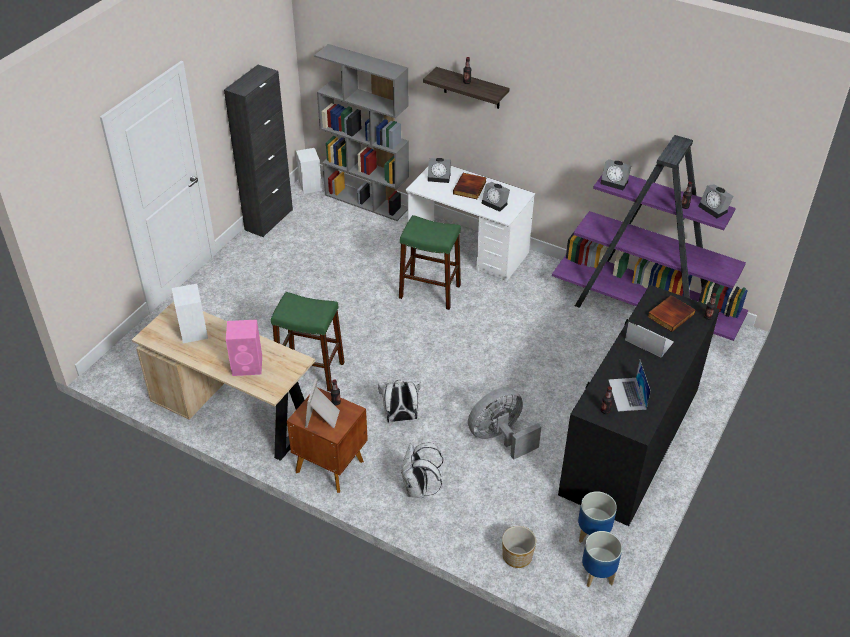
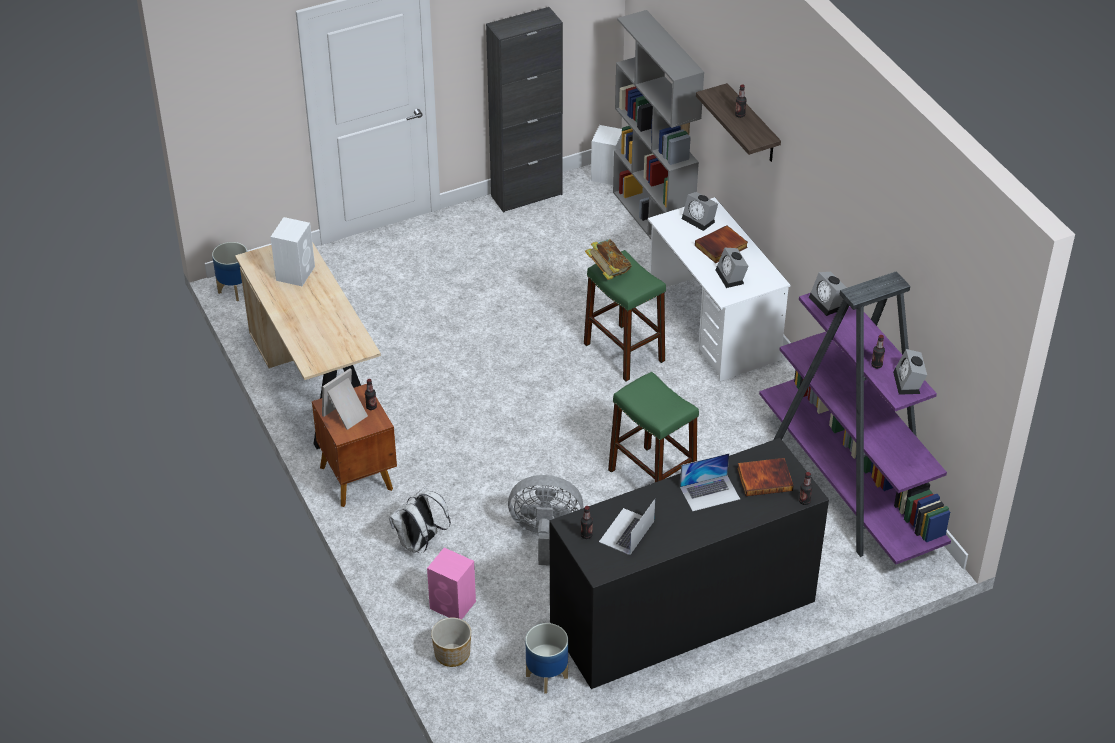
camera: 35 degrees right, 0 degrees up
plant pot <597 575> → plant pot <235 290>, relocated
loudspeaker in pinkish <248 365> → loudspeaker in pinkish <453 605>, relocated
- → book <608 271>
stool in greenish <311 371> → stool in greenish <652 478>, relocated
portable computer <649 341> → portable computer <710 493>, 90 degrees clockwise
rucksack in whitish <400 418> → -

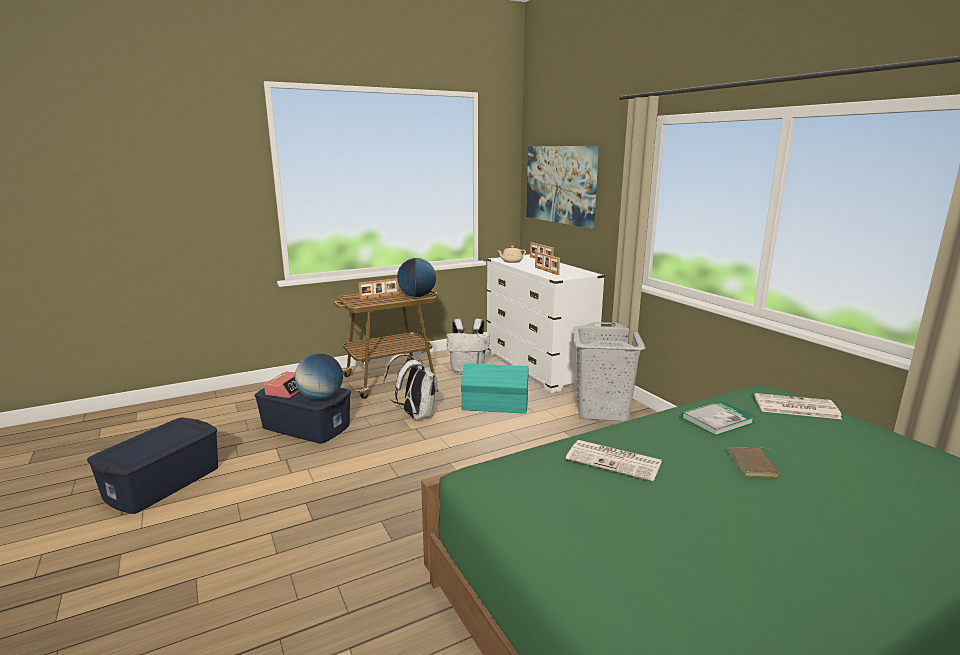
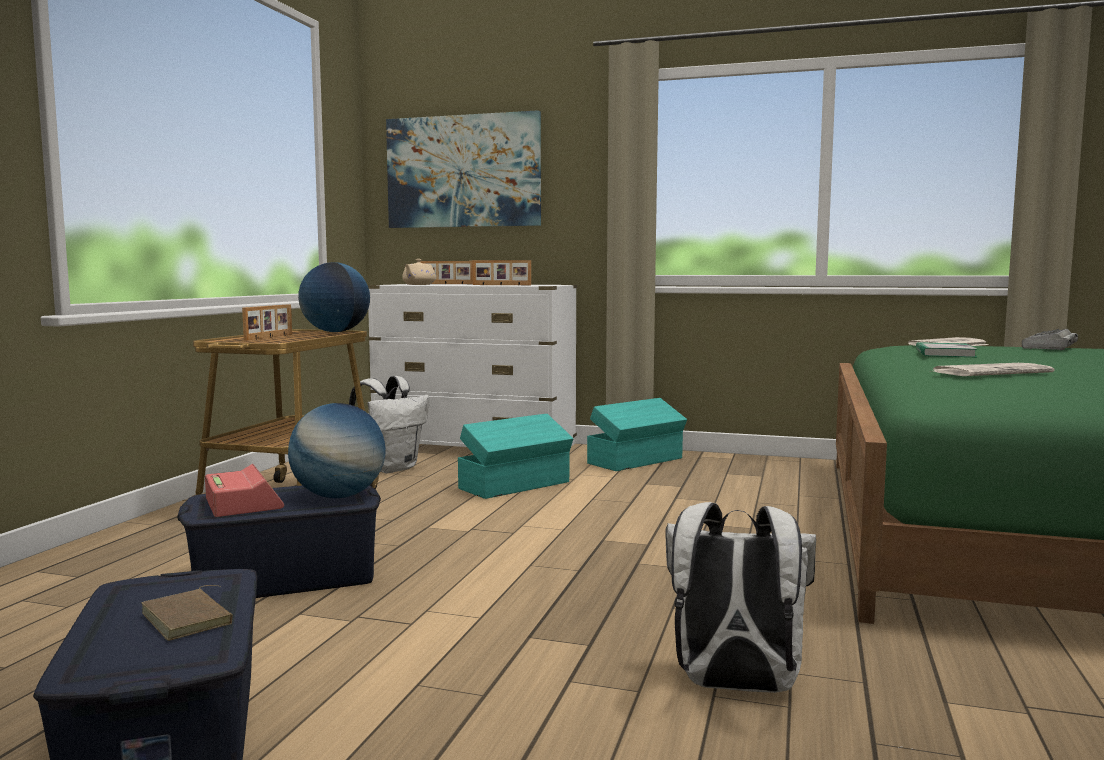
camera: 45 degrees left, 10 degrees down
book in brown <754 465> → book in brown <190 618>, relocated
washing basket in gray <602 410> → storage bin in turquoise-coloured <637 461>
rucksack in whitish <415 416> → rucksack in whitish <734 687>, relocated
- → PC keyboard <1050 347>

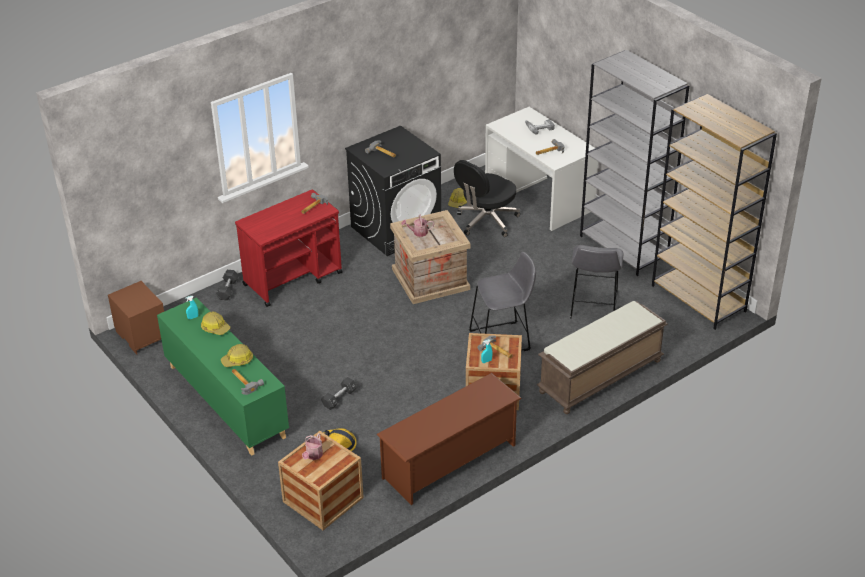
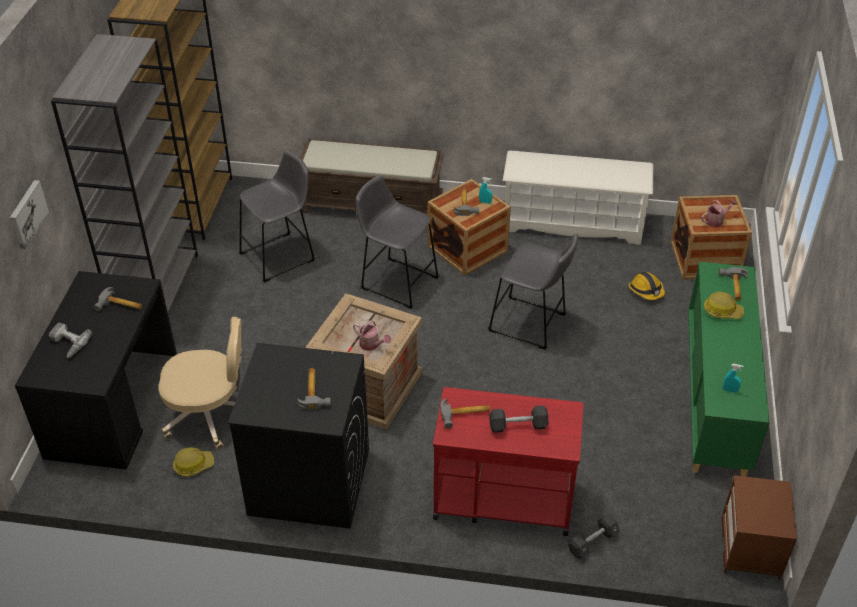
camera: 135 degrees left, 5 degrees up
- → wall picture <27 214>
desk table in whitish <539 196> → desk table in blackish <112 404>
computer chair in blackish <486 221> → computer chair in beige-coloured <210 415>
- → stool in gray <531 324>
hand weight in blackish <339 398> → hand weight in blackish <518 426>, relocated
shoe rack in brown <450 461> → shoe rack in whitish <573 223>
hard hat <215 328> → -

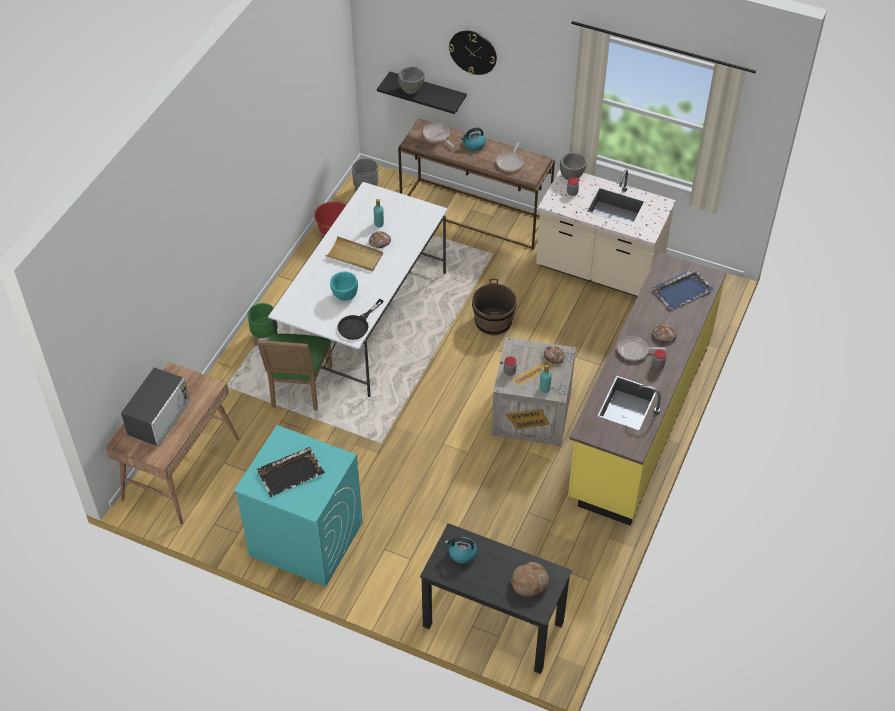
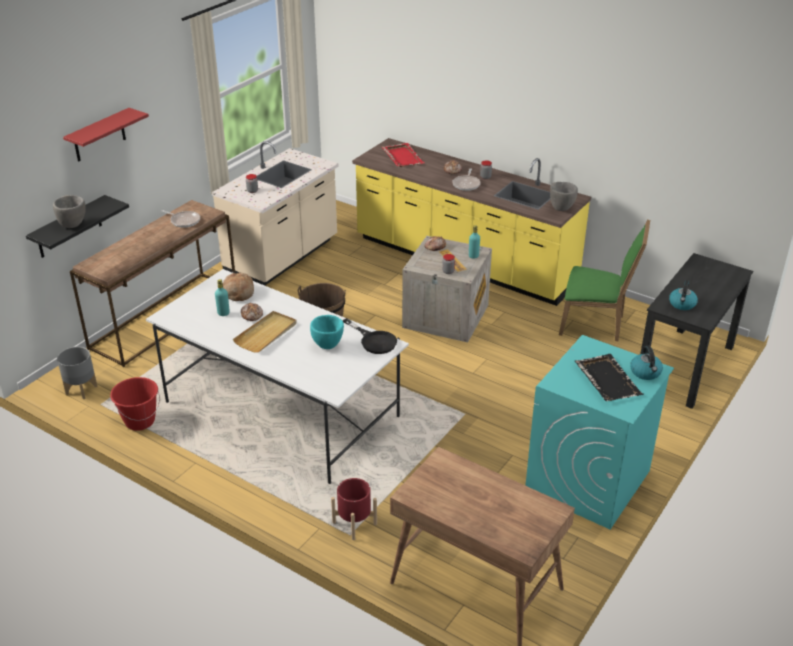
camera: 80 degrees left, 15 degrees down
hanging clock <473 52> → bracket shelf in red-coloured <99 135>
bakery bread <530 582> → bakery bread <238 292>, relocated
- → plant pot in red-coloured <354 523>
serving tray in bluish <682 290> → serving tray in red-coloured <402 156>
serving bowl in gray <572 177> → serving bowl in gray <561 208>, relocated
chair in greenish <298 390> → chair in greenish <595 324>, relocated
kettle <473 145> → kettle <645 372>, relocated
microwave <159 418> → -
plant pot in greenish <265 338> → -
frying pan <437 136> → -

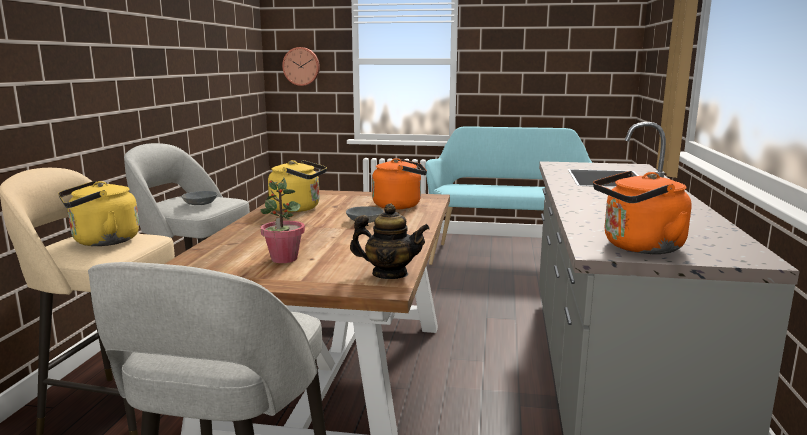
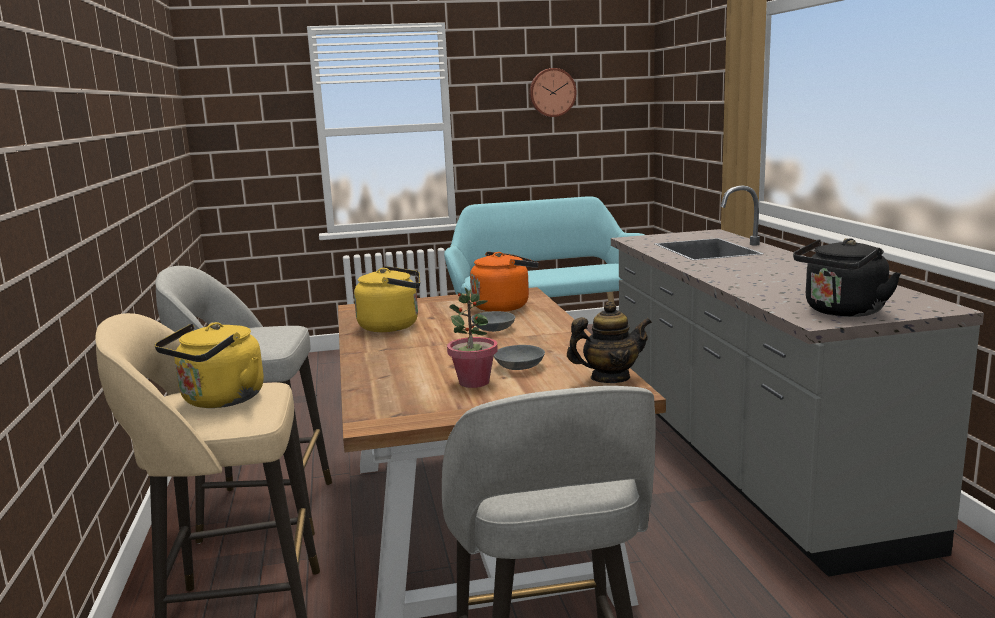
camera: 20 degrees left, 0 degrees up
serving bowl in gray <200 203> → serving bowl in gray <518 366>, relocated
hanging clock <301 66> → hanging clock <552 92>, relocated
kettle in orange <638 247> → kettle in blackish <842 312>

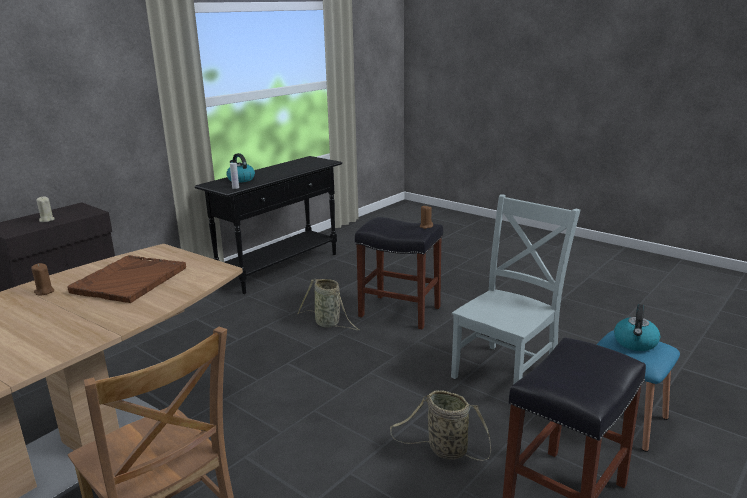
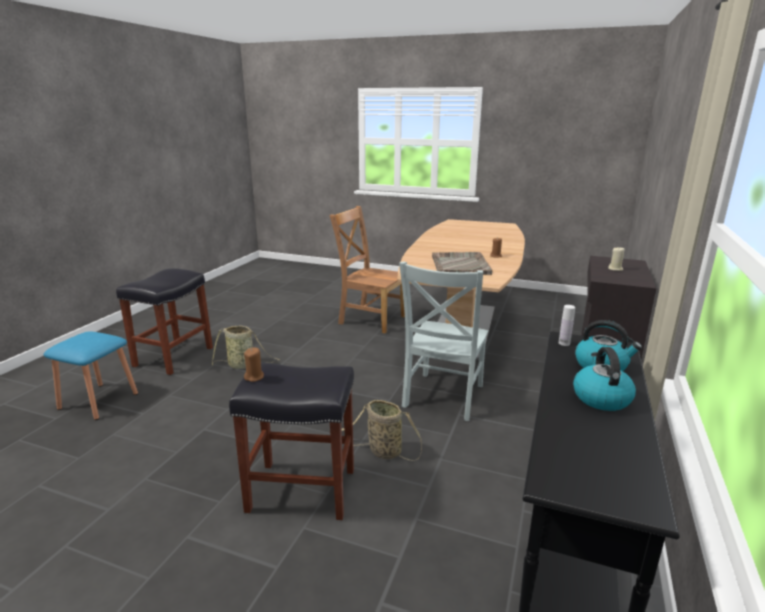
camera: 160 degrees right, 0 degrees up
chair in gray <507 371> → chair in gray <442 397>, relocated
serving tray in brown <129 280> → serving tray in gray <460 265>
kettle <635 343> → kettle <600 397>, relocated

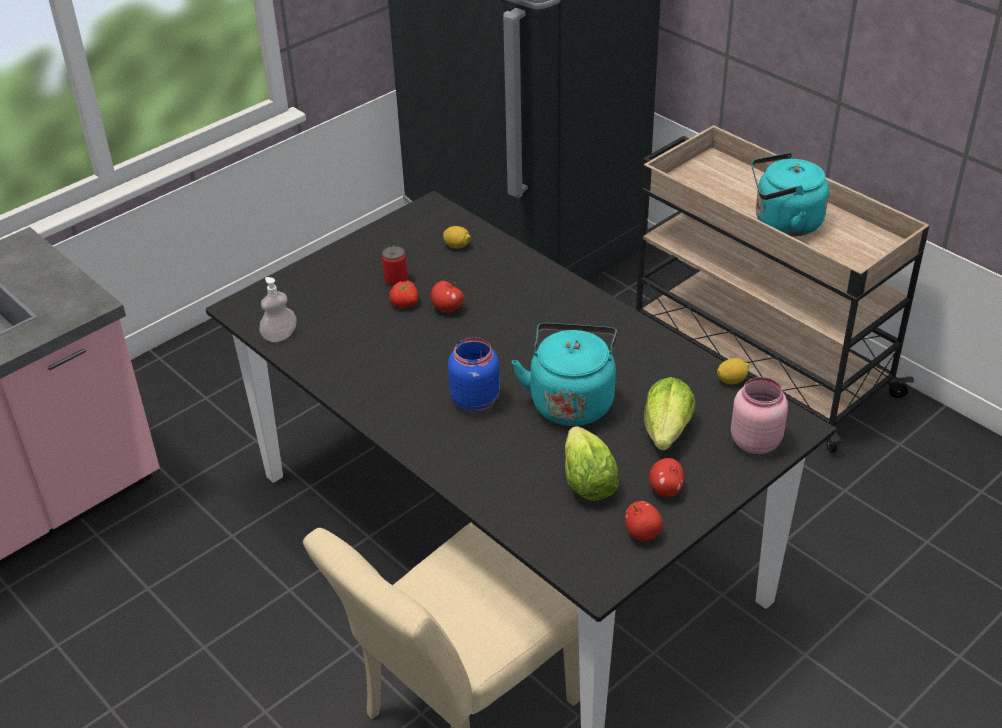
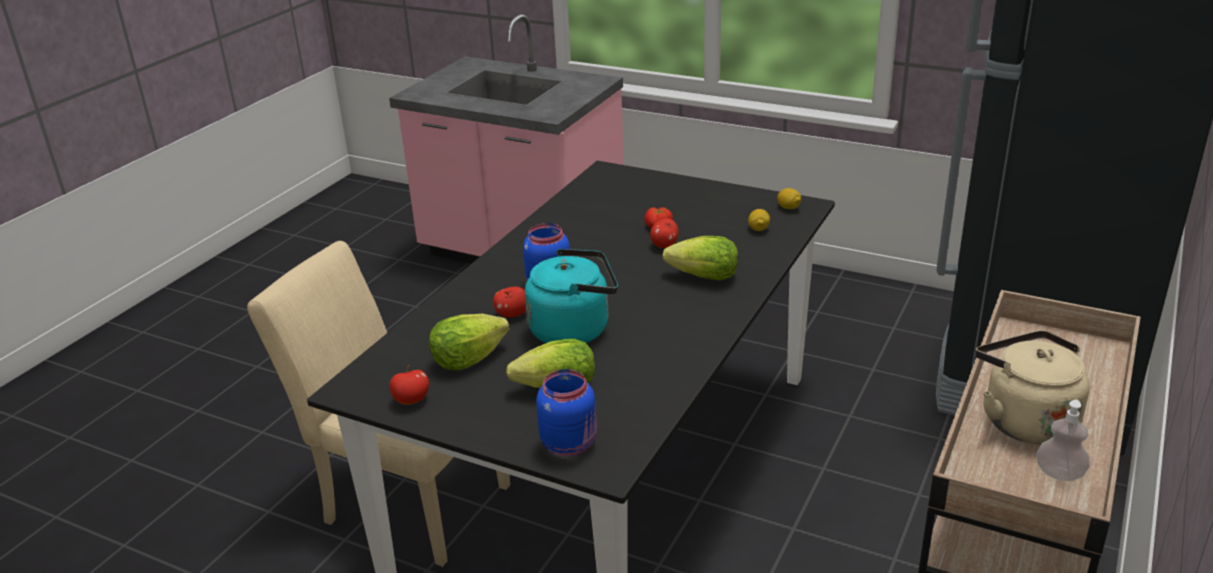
camera: 70 degrees right, 10 degrees down
apple <665 490> → apple <512 314>, relocated
preserve jar in pinkish <755 440> → preserve jar in bluish <570 443>
- → lettuce <704 277>
citrus fruit <732 380> → citrus fruit <788 207>, relocated
kettle in turquoise-coloured <783 223> → kettle in beige-coloured <1024 420>
liquid soap bottle <280 335> → liquid soap bottle <1059 473>, relocated
metal can <396 280> → -

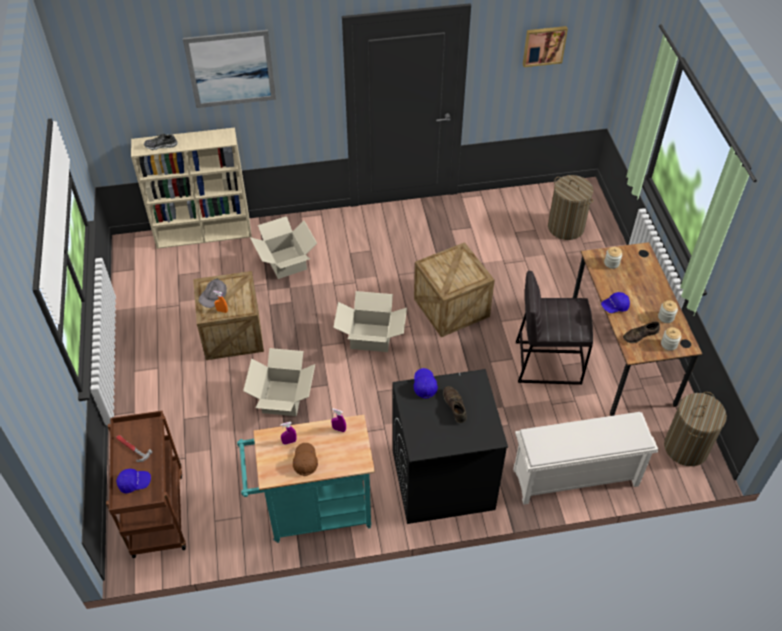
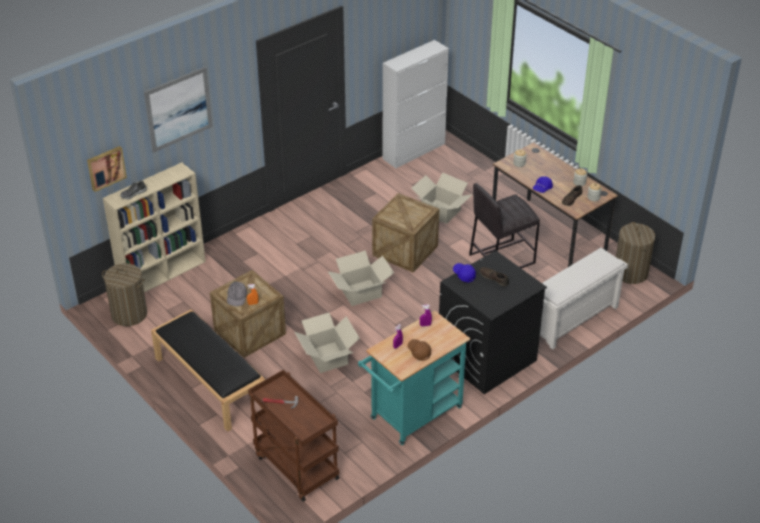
camera: 30 degrees left, 10 degrees down
wall picture <544 45> → wall picture <106 168>, relocated
washing basket <566 227> → washing basket <129 314>, relocated
- → bench in blackish <209 382>
- → cupboard in whitish <414 151>
carton <286 262> → carton <441 211>, relocated
baseball cap in bluish <134 483> → -

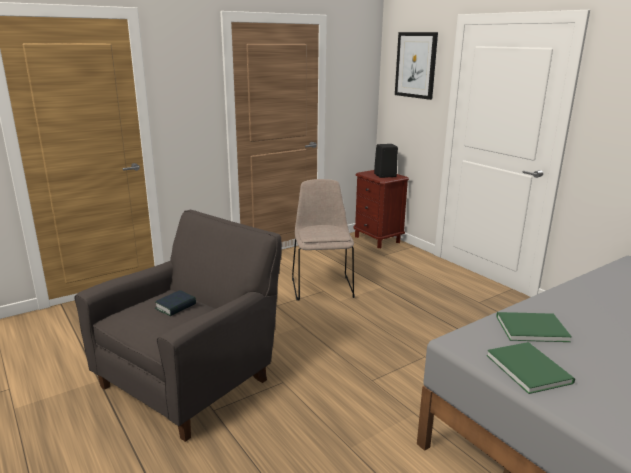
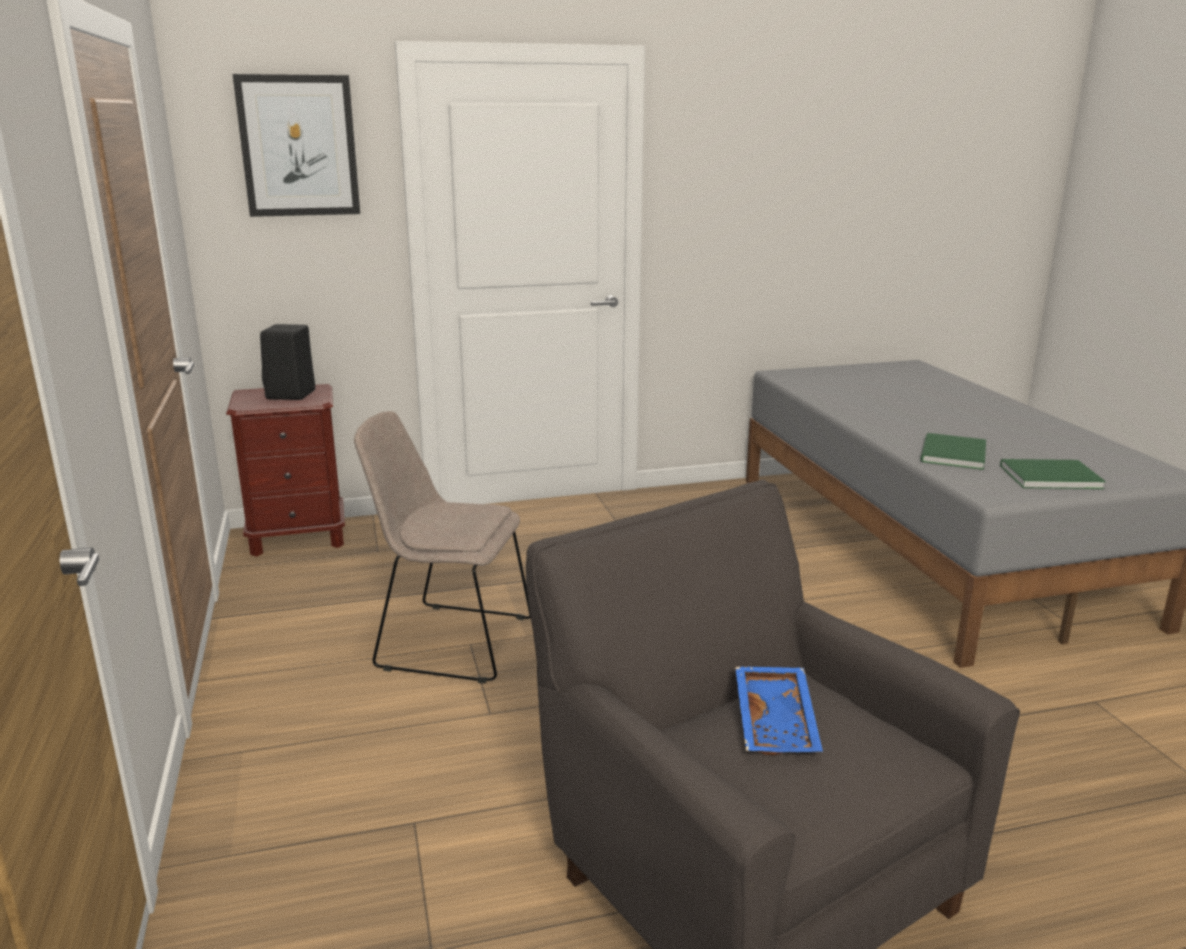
camera: 70 degrees left, 0 degrees up
book <176 306> → serving tray in bluish <777 722>

